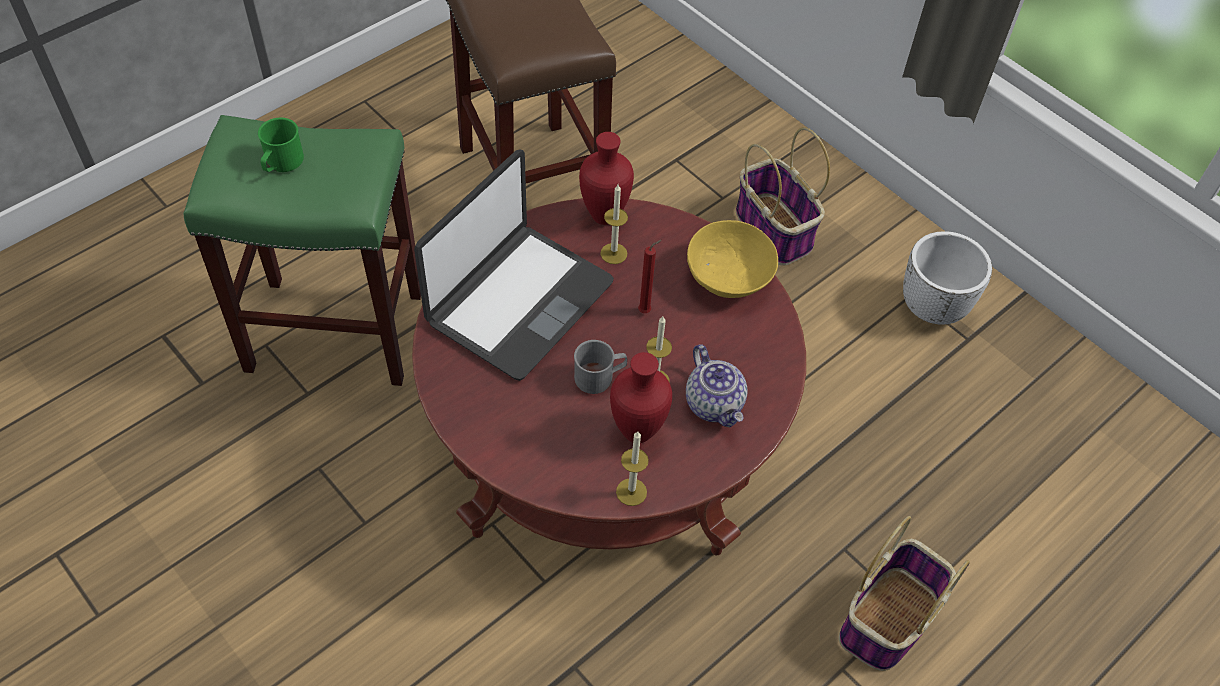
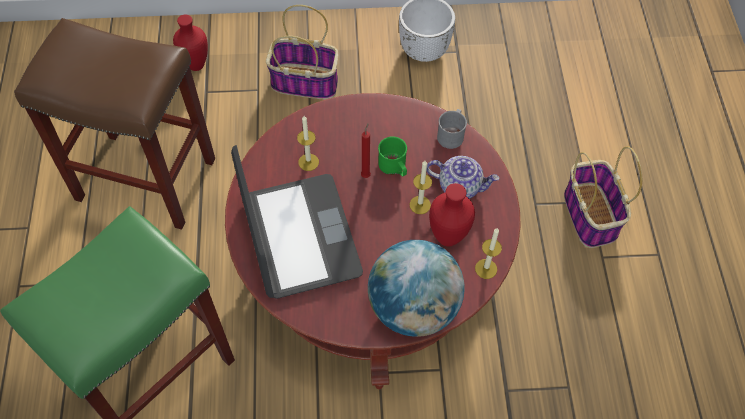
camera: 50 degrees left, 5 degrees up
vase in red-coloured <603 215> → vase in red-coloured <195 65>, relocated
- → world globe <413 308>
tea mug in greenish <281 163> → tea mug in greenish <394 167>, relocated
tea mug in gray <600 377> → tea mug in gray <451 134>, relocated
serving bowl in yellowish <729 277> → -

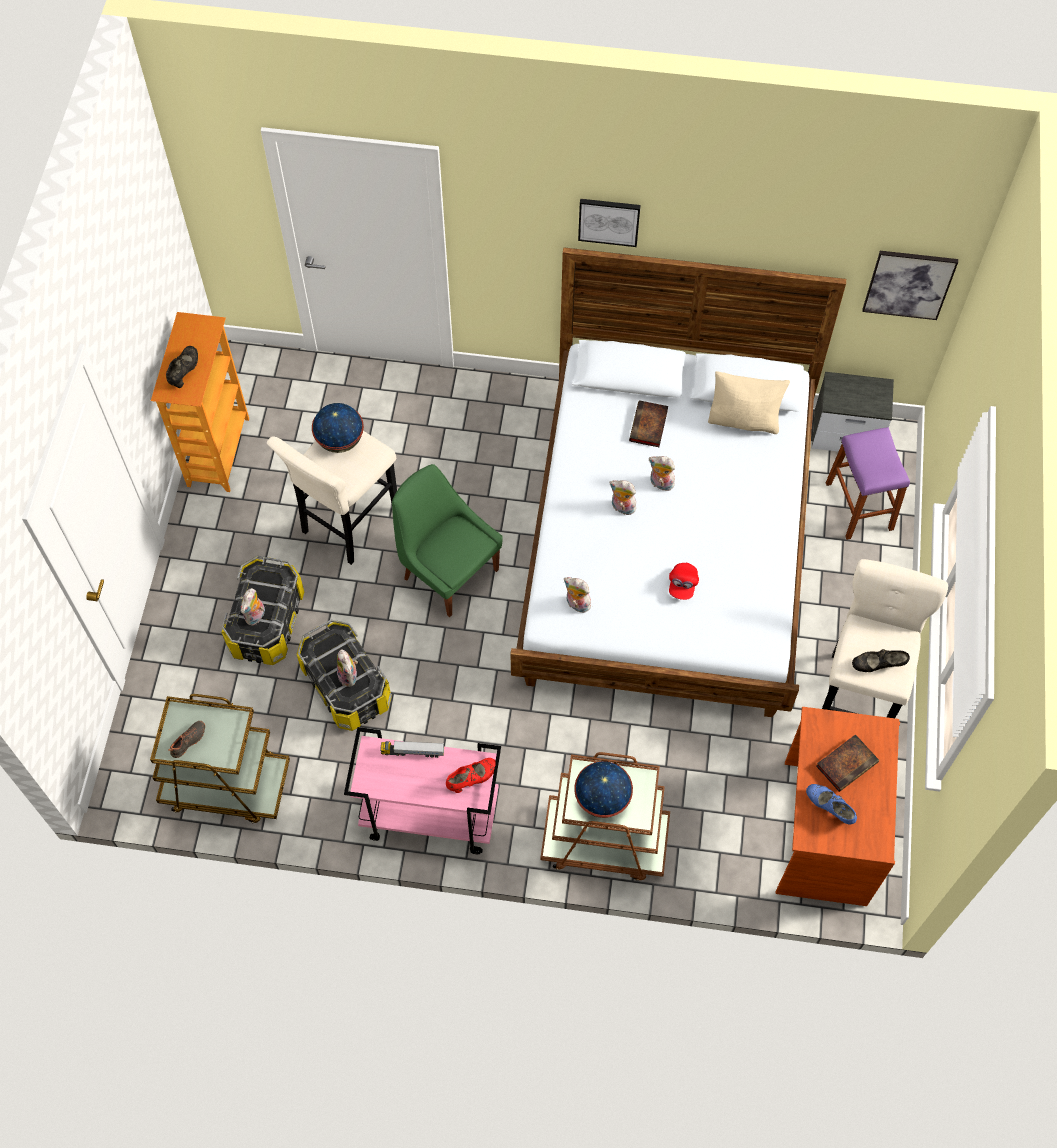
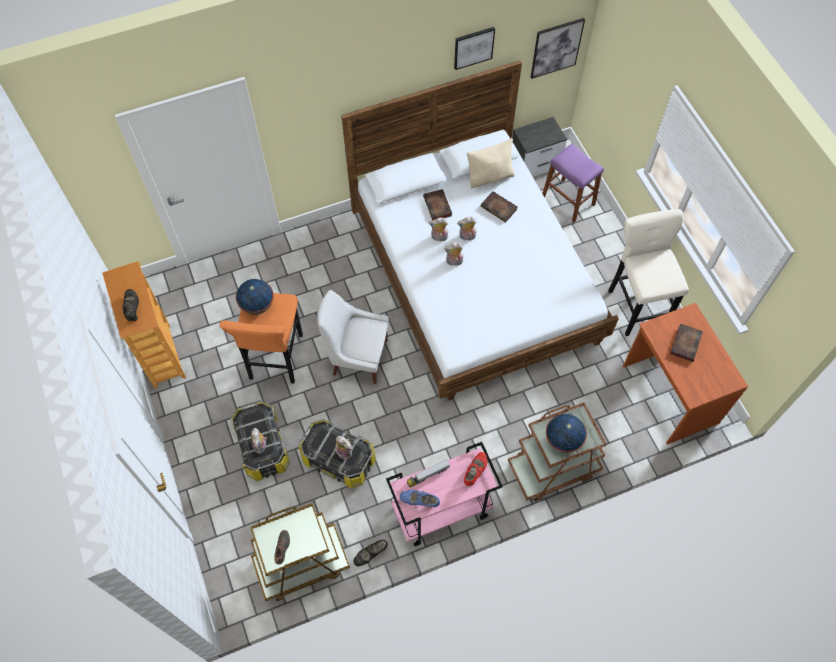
camera: 30 degrees left, 0 degrees up
stool in beige-coloured <347 524> → stool in orange <275 360>
chair in greenish <448 572> → chair in whitish <357 357>
shoe in blackish <878 665> → shoe in blackish <370 554>, relocated
shoe in bluish <829 808> → shoe in bluish <419 501>, relocated
plush toy <576 604> → plush toy <439 237>, relocated
wall picture <609 221> → wall picture <473 47>, relocated
- → book <499 208>
baseball cap in red-coloured <682 585> → -

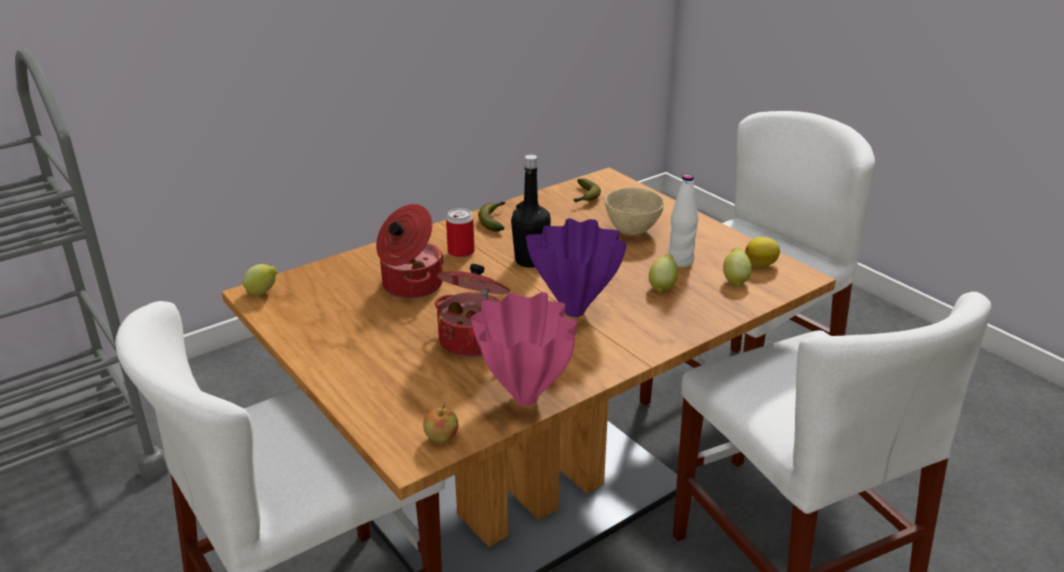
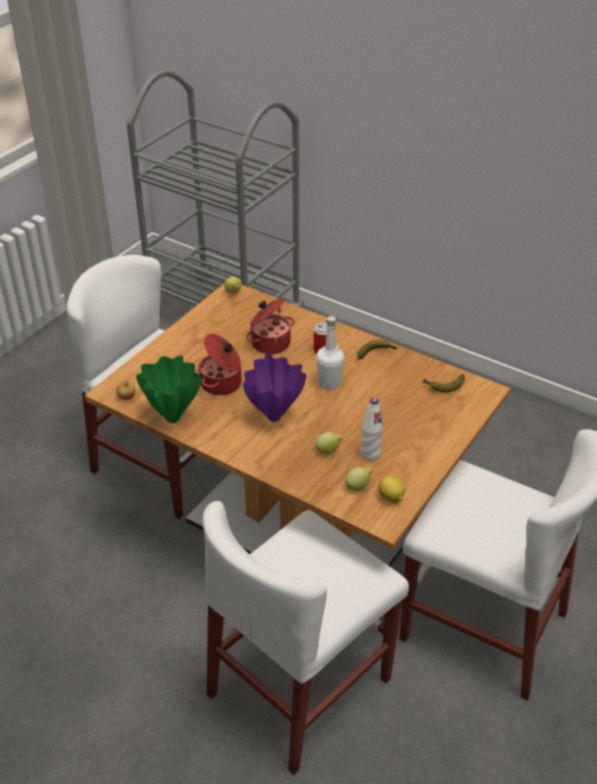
camera: 70 degrees right, 10 degrees up
vase in pinkish <524 397> → vase in greenish <173 417>
beverage bottle in blackish <530 260> → beverage bottle in whitish <329 383>
serving bowl in beige-coloured <632 230> → -

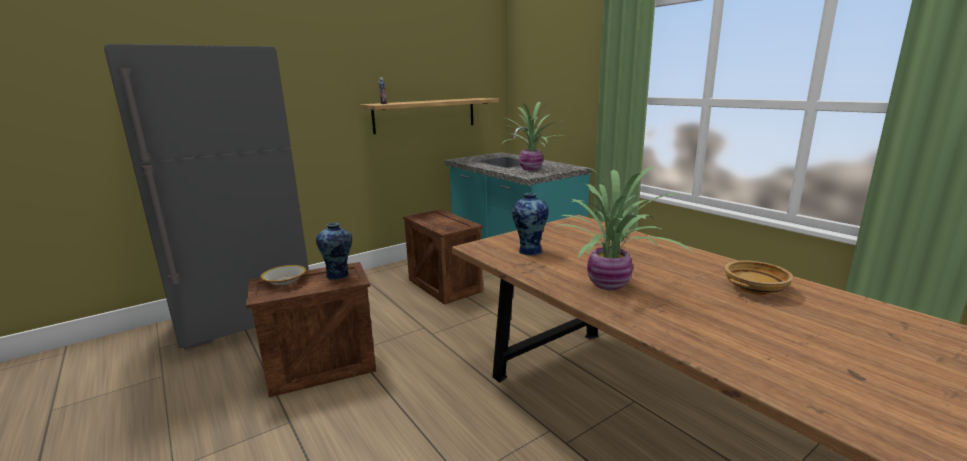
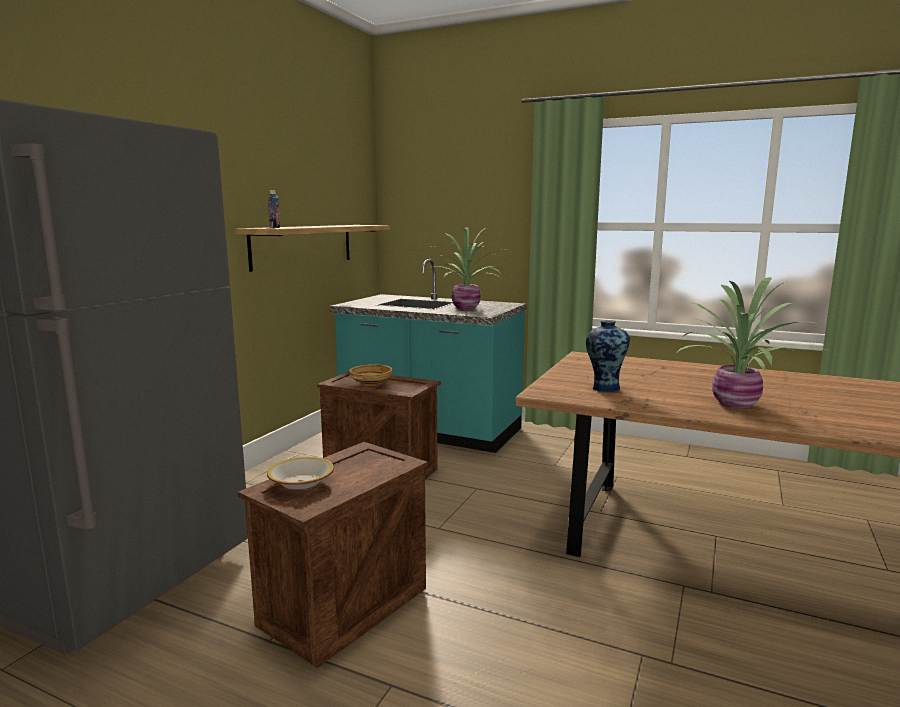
camera: 30 degrees left, 5 degrees down
serving bowl in beige-coloured <755 289> → serving bowl in beige-coloured <371 383>, relocated
vase <338 275> → -

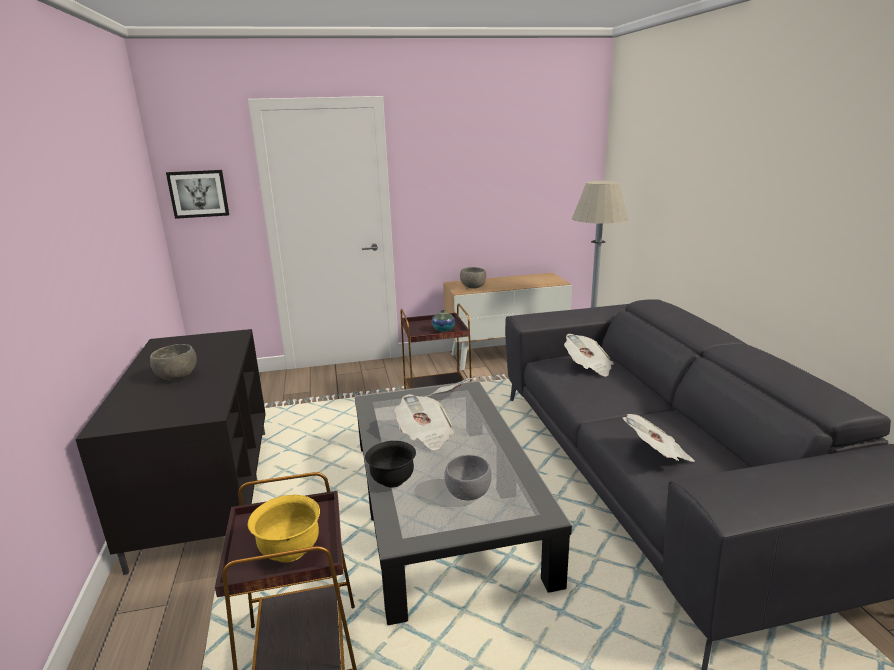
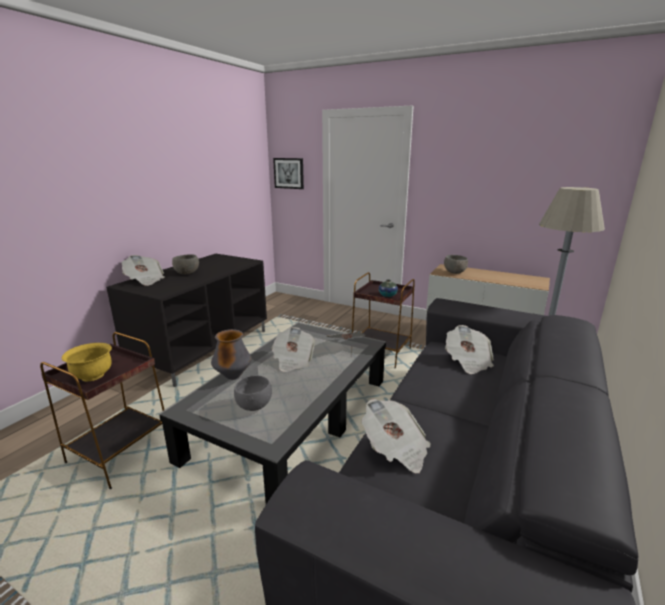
camera: 40 degrees right, 0 degrees up
- → newspaper <145 280>
serving bowl in blackish <392 480> → vase <233 376>

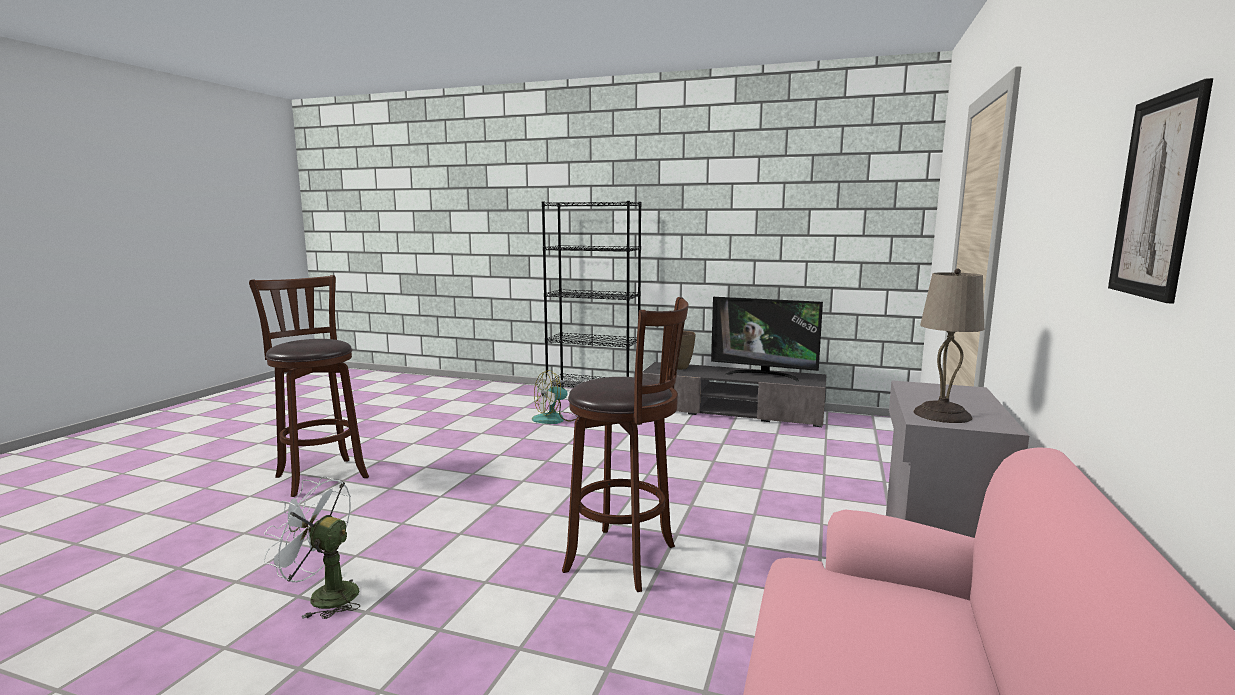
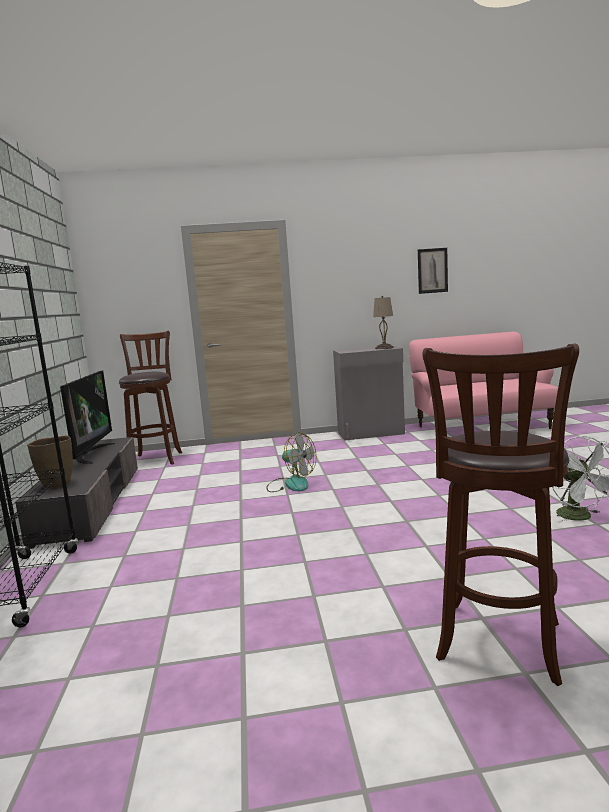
camera: 115 degrees left, 0 degrees up
stool in brown <626 559> → stool in brown <156 458>, relocated
cooling fan <555 419> → cooling fan <291 484>, relocated

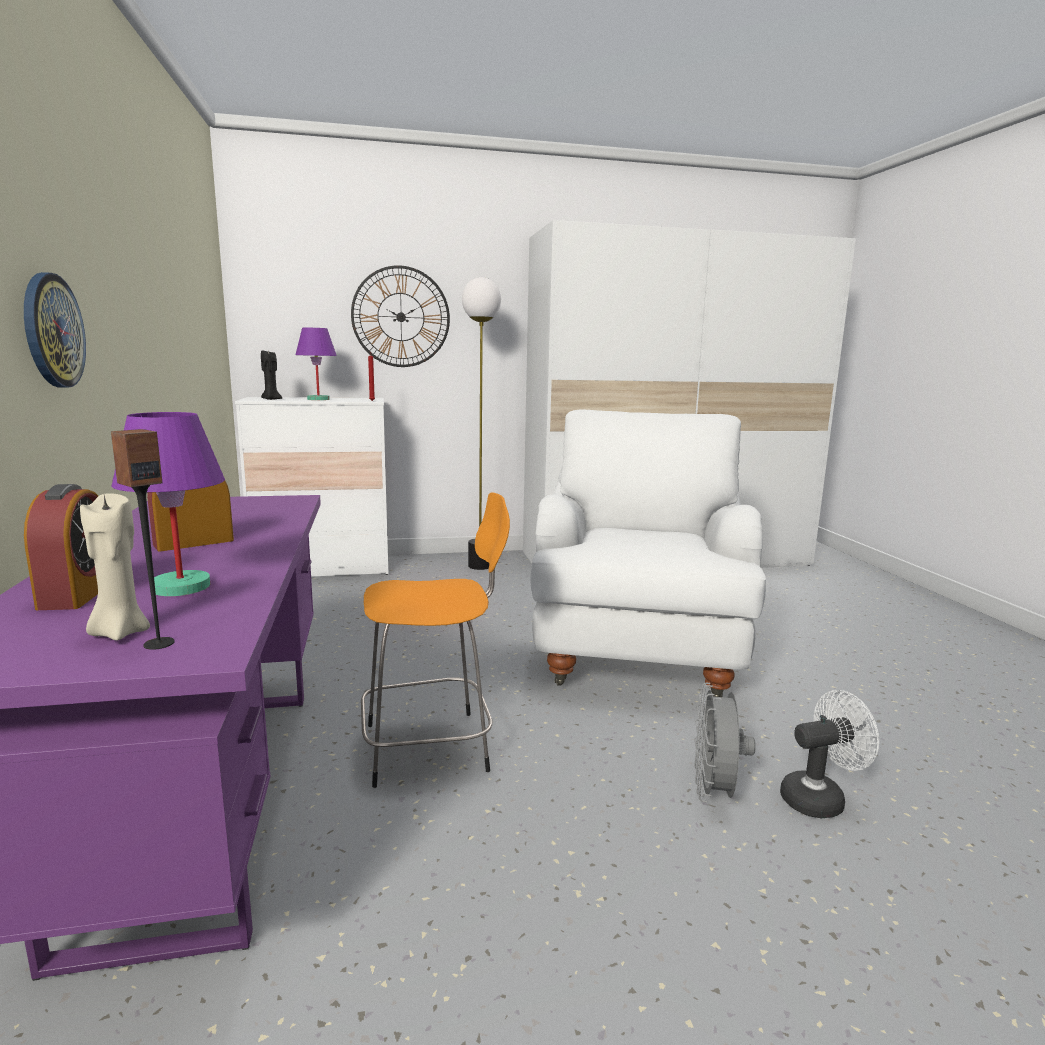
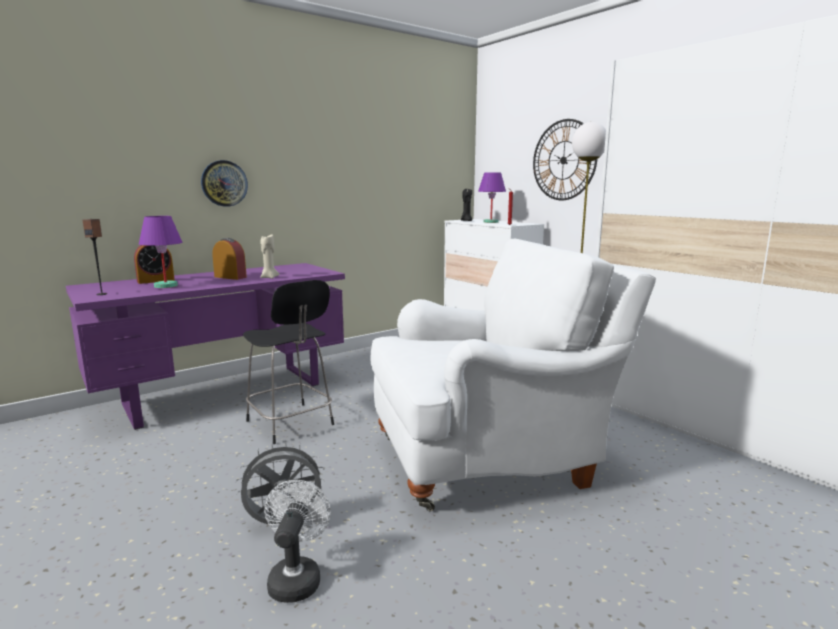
camera: 65 degrees right, 0 degrees up
stool in orange <432 746> → stool in blackish <291 424>
candle in beige-coloured <120 633> → candle in beige-coloured <269 277>, relocated
cooling fan in whitish <820 798> → cooling fan in whitish <296 577>, 135 degrees counterclockwise

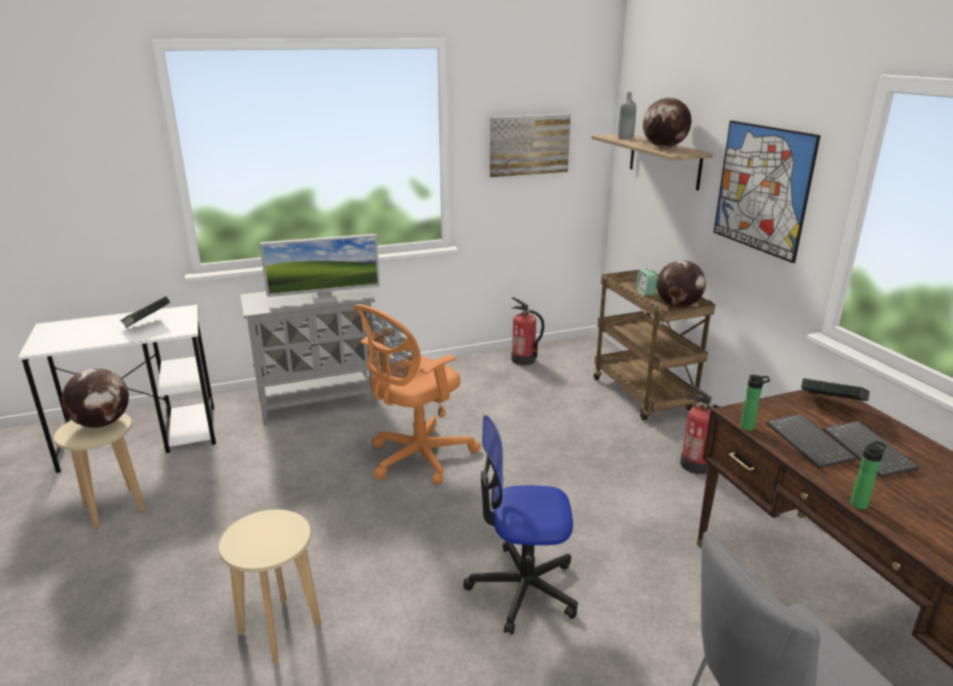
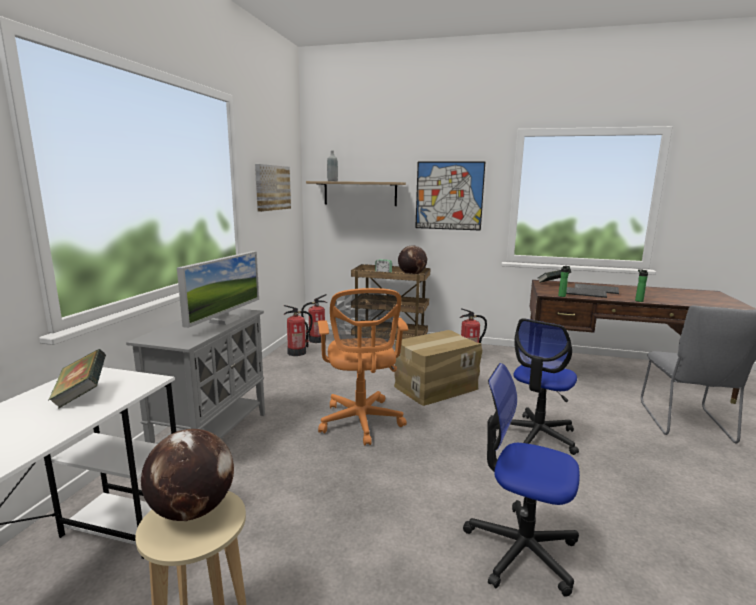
camera: 55 degrees left, 10 degrees down
- → fire-fighting cylinder <316 340>
- → carton <435 387>
stool in beige-coloured <280 629> → computer chair <521 549>
world globe <664 147> → -

